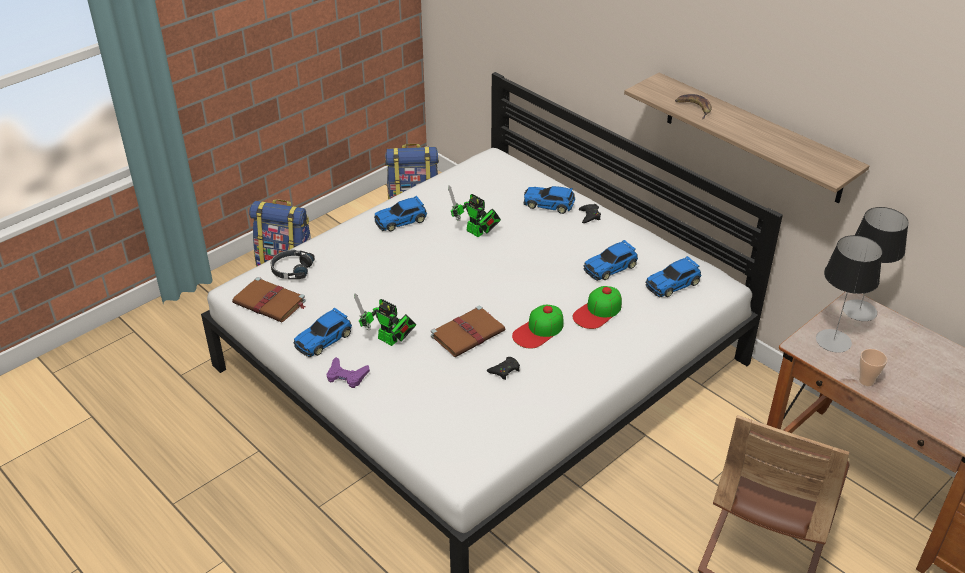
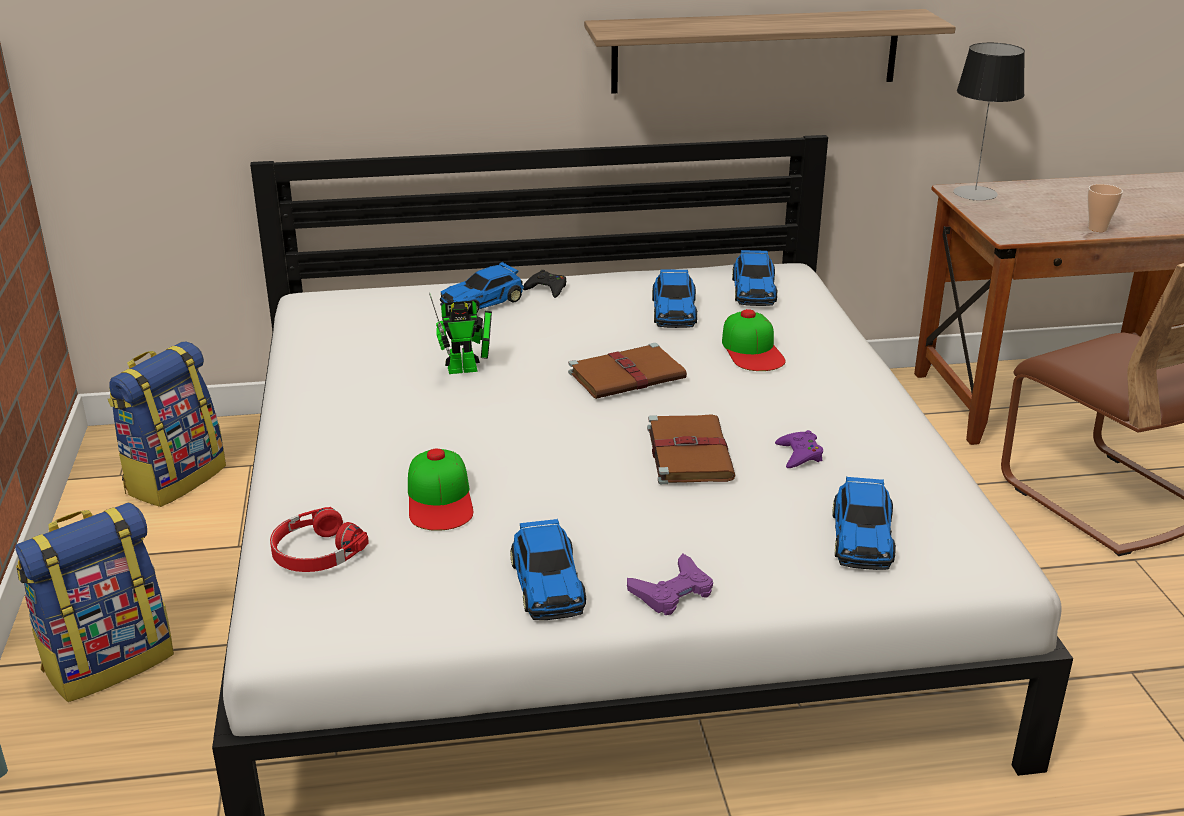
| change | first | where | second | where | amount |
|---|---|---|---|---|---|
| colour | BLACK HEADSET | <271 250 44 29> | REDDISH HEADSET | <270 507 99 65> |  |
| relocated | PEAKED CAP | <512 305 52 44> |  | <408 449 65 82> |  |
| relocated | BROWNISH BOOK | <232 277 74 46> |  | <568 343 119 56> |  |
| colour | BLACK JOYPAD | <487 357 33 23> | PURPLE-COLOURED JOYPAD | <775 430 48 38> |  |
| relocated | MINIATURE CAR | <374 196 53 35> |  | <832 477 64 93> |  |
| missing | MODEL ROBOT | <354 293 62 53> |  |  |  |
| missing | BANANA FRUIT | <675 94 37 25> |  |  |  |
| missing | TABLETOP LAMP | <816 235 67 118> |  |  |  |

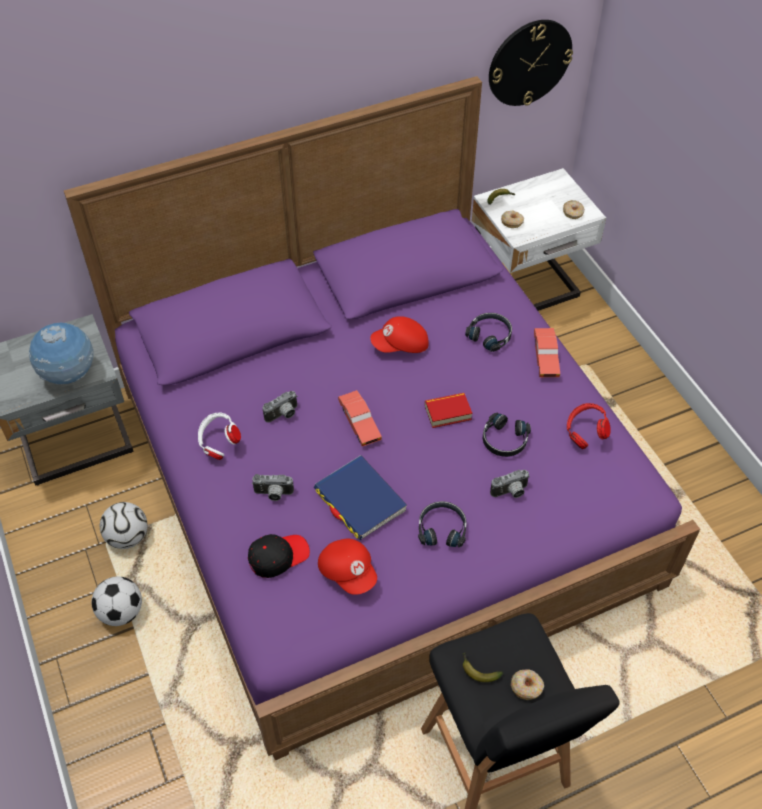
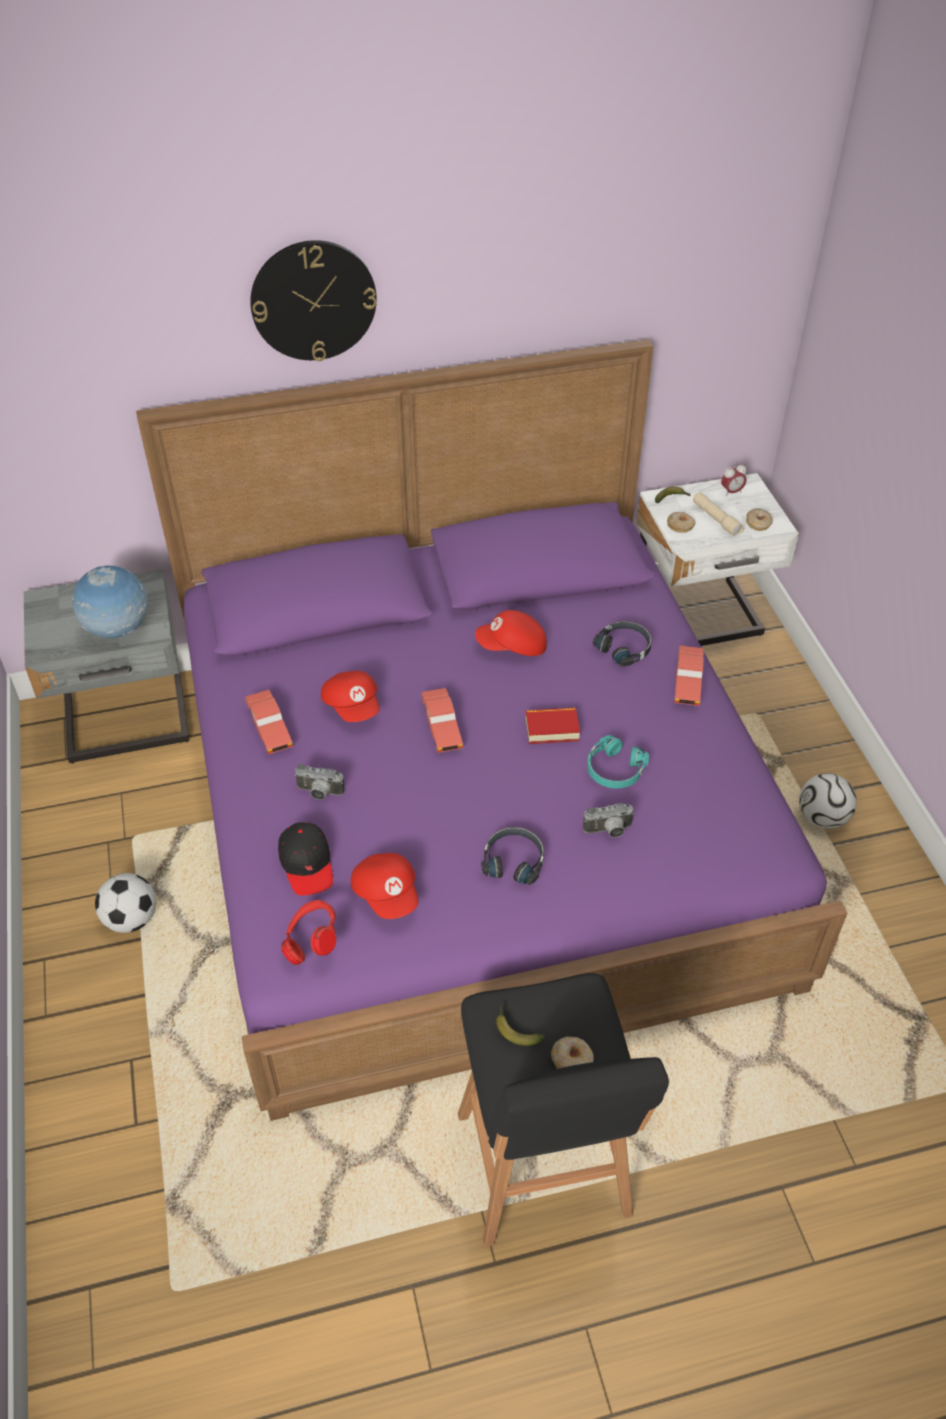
| change | first | where | second | where | amount |
|---|---|---|---|---|---|
| exchanged | WHITE HEADSET | <198 413 43 47> | REDDISH MINIATURE CAR | <245 690 48 64> |  |
| relocated | WALL CLOCK | <489 20 84 86> |  | <250 240 127 121> |  |
| spun | BLACK PEAKED CAP | <248 534 62 44> |  | <278 822 55 74> | 90 degrees clockwise |
| relocated | REDDISH HEADSET | <567 403 44 46> |  | <281 900 55 65> |  |
| exchanged | STILL CAMERA | <263 391 34 31> | REDDISH PEAKED CAP | <321 671 59 51> |  |
| colour | BLACK HEADSET | <483 413 48 44> | TURQUOISE HEADSET | <587 735 62 54> |  |
| appeared |  |  | BEIGE TORCH | <693 492 51 44> |  |
| appeared |  |  | BEDSIDE CLOCK | <721 463 26 33> |  |
| relocated | BALL FOR FOOTBALL | <100 502 48 47> |  | <799 773 58 56> |  |
| missing | BLUE-COLOURED BOOK | <314 455 93 85> |  |  |  |

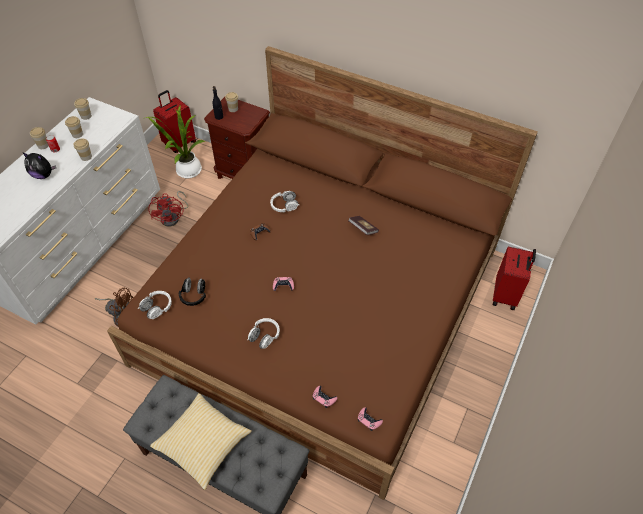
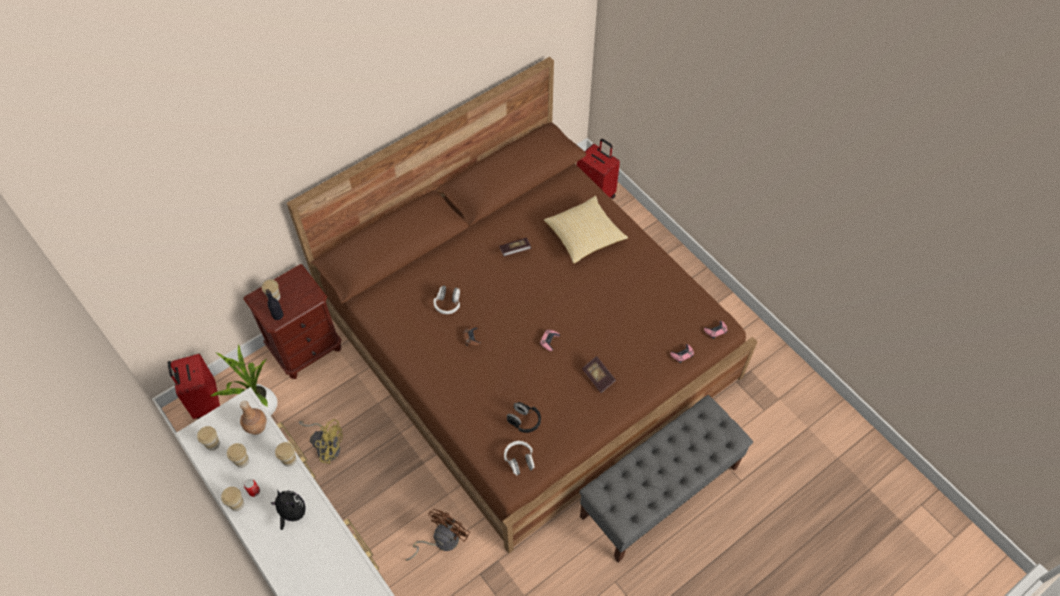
| change | first | where | second | where | amount |
|---|---|---|---|---|---|
| appeared |  |  | BROWNISH DRINK BOTTLE | <240 401 27 34> |  |
| spun | PLUSH TOY | <22 152 34 27> |  | <271 489 35 41> | 90 degrees counterclockwise |
| colour | REDDISH FAN | <148 191 40 36> | YELLOW FAN | <299 419 44 45> |  |
| relocated | CUSHION | <150 393 102 97> |  | <544 196 84 68> |  |
| exchanged | WHITE HEADSET | <247 318 33 31> | BOOK | <582 356 34 37> |  |

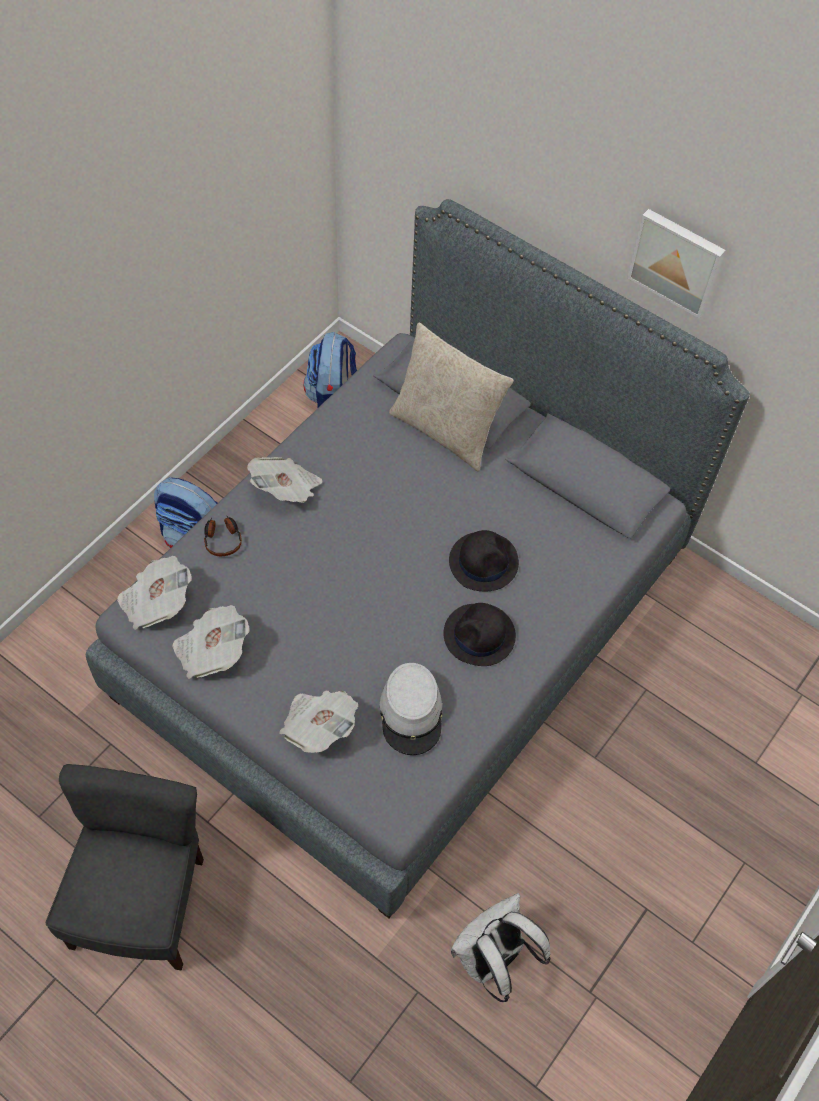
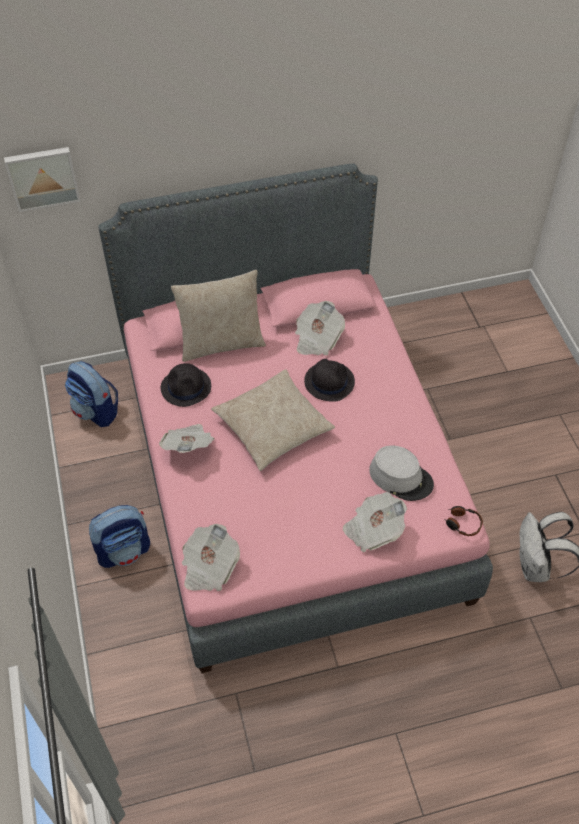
| change | first | where | second | where | amount |
|---|---|---|---|---|---|
| relocated | PICTURE | <627 209 99 110> |  | <4 147 77 65> |  |
| colour | GREYISH BEDROOM BED | <86 199 664 720> | PINKISH BEDROOM BED | <98 164 395 509> |  |
| relocated | BLACK HAT | <443 603 73 63> |  | <161 363 50 44> |  |
| appeared |  |  | BEIGE CUSHION | <211 369 124 102> |  |
| relocated | NEWSPAPER | <172 605 78 74> |  | <295 301 50 54> |  |
| relocated | HEADSET | <204 515 38 41> |  | <444 506 39 30> |  |
| missing | GREYISH UPRIGHT CHAIR | <46 764 158 207> |  |  |  |

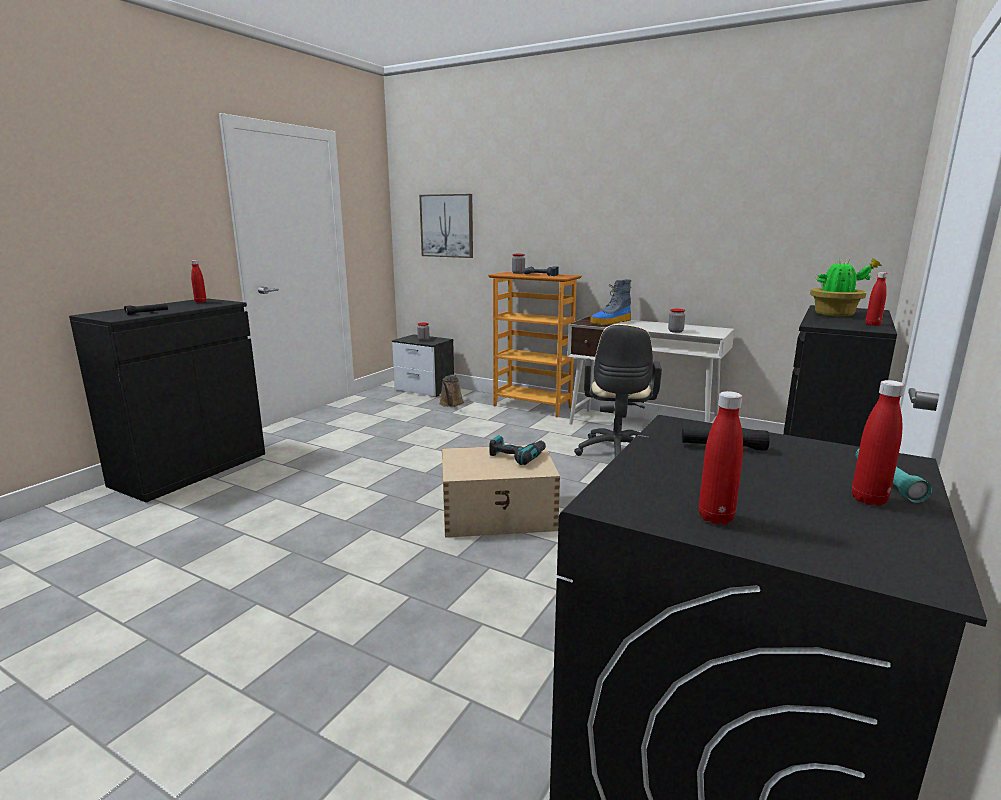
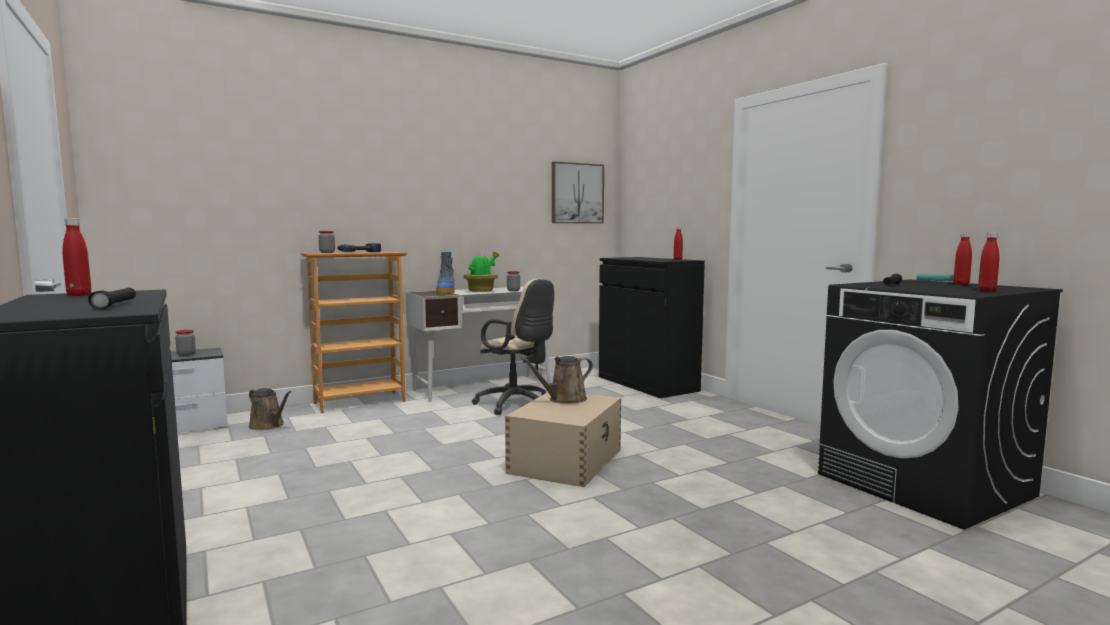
| change | first | where | second | where | amount |
|---|---|---|---|---|---|
| relocated | POTTED PLANT | <810 258 72 59> |  | <464 252 35 40> |  |
| exchanged | POWER DRILL | <489 435 57 30> | BROWNISH WATERING POT | <520 356 73 47> |  |
| relocated | PICTURE | <419 194 54 64> |  | <552 161 52 63> |  |

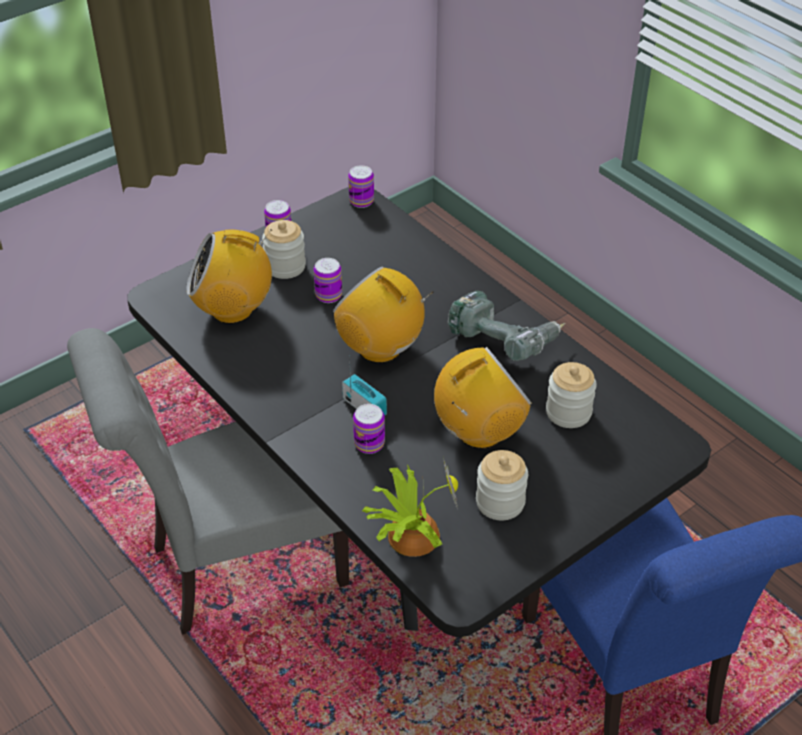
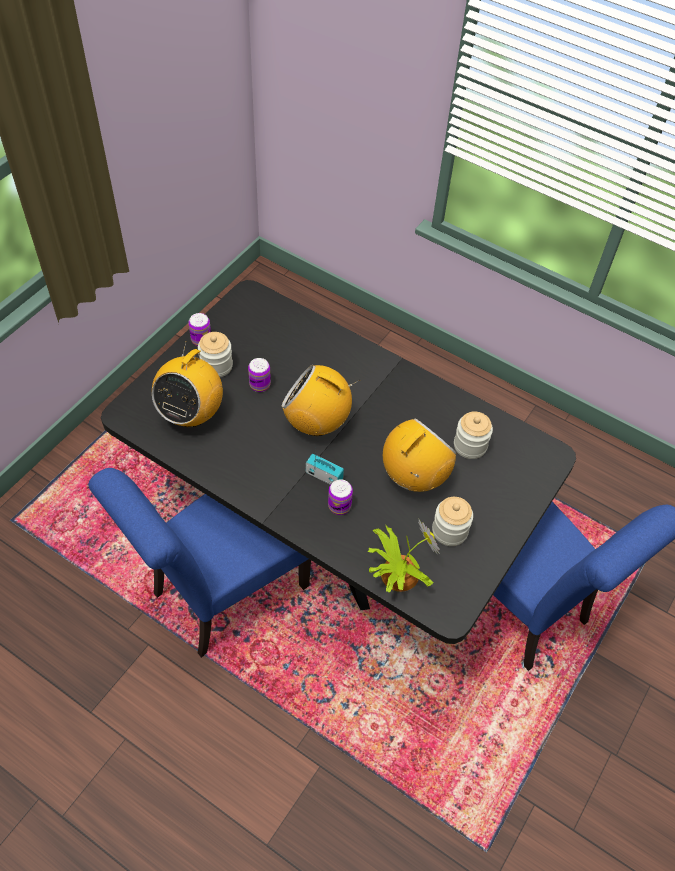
| change | first | where | second | where | amount |
|---|---|---|---|---|---|
| colour | GREYISH UPRIGHT CHAIR | <67 328 282 307> | BLUE-COLOURED UPRIGHT CHAIR | <88 468 223 190> |  |
| spun | RADIO RECEIVER | <186 229 86 95> |  | <152 341 71 86> | 45 degrees counterclockwise |
| missing | CAN | <348 165 26 43> |  |  |  |
| missing | POWER DRILL | <448 291 118 70> |  |  |  |

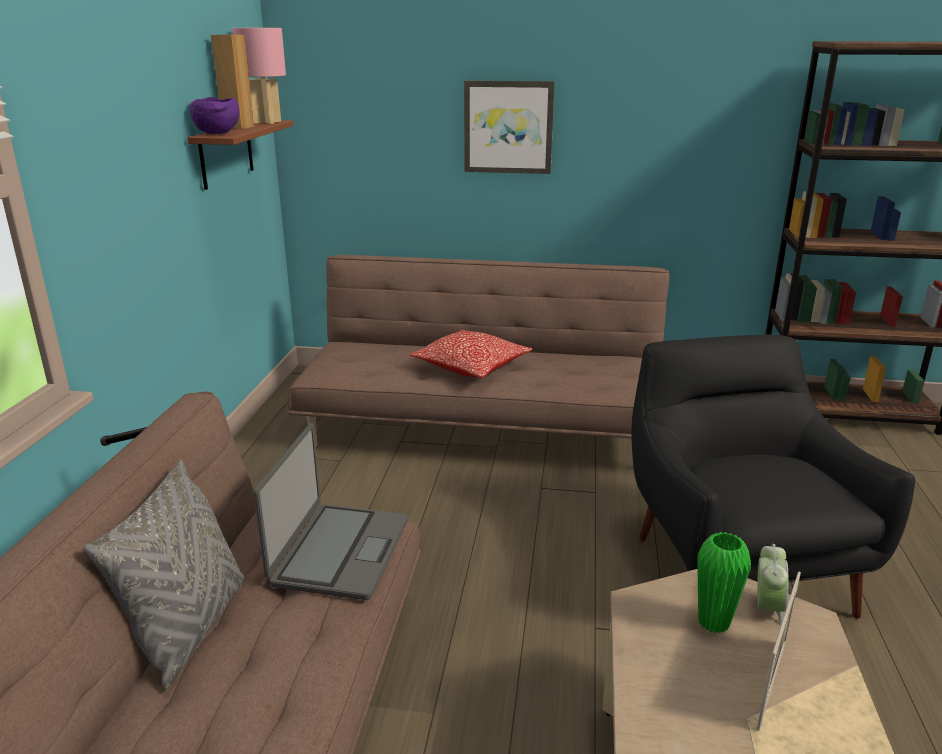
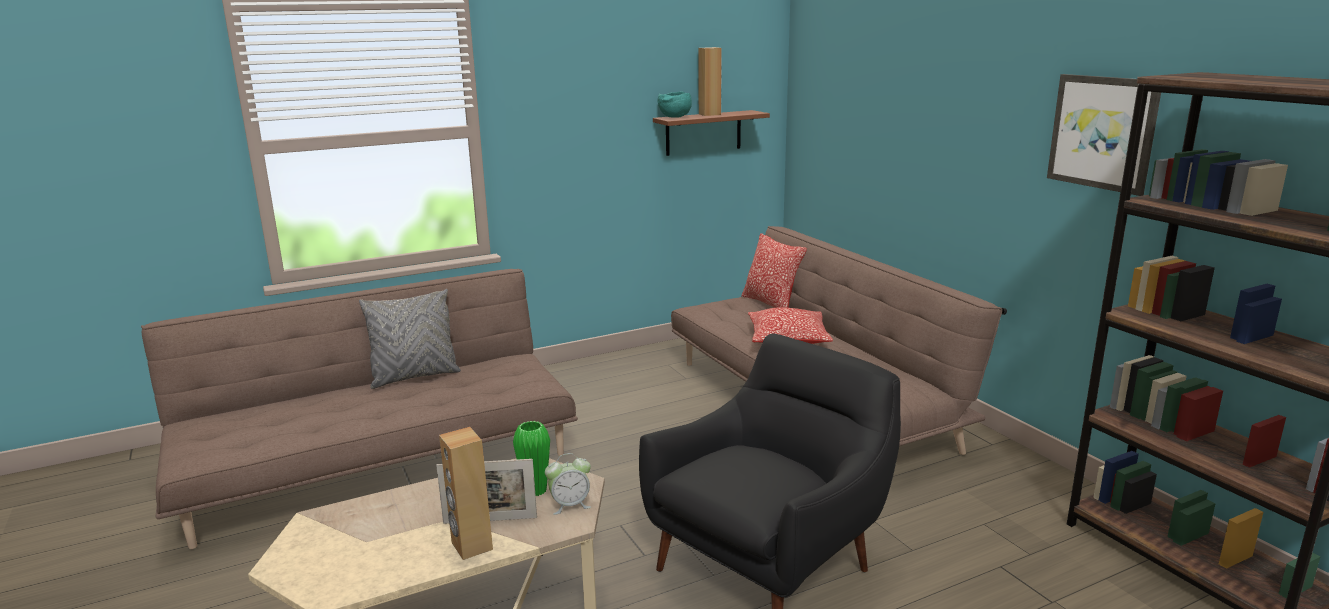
| change | first | where | second | where | amount |
|---|---|---|---|---|---|
| appeared |  |  | BROWNISH LOUDSPEAKER | <439 427 54 133> |  |
| colour | PURPLE-COLOURED DEEP DISH | <189 97 50 37> | TURQUOISE DEEP DISH | <658 91 34 27> |  |
| appeared |  |  | CUSHION | <741 233 66 75> |  |
| relocated | PICTURE | <464 81 90 93> |  | <1047 74 114 122> |  |
| missing | PINKISH TABLETOP LAMP | <232 28 54 96> |  |  |  |
| missing | PORTABLE COMPUTER | <253 423 155 177> |  |  |  |

